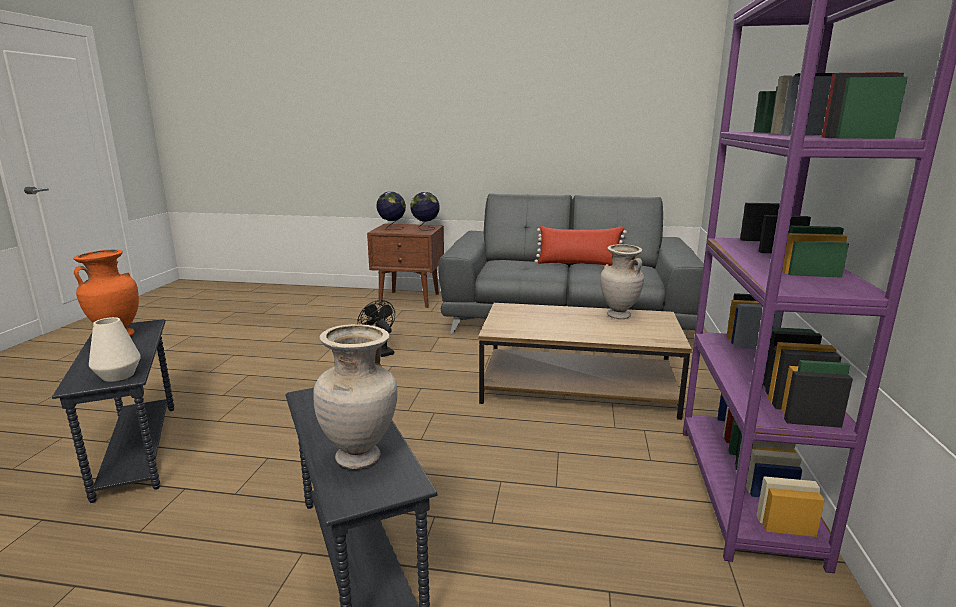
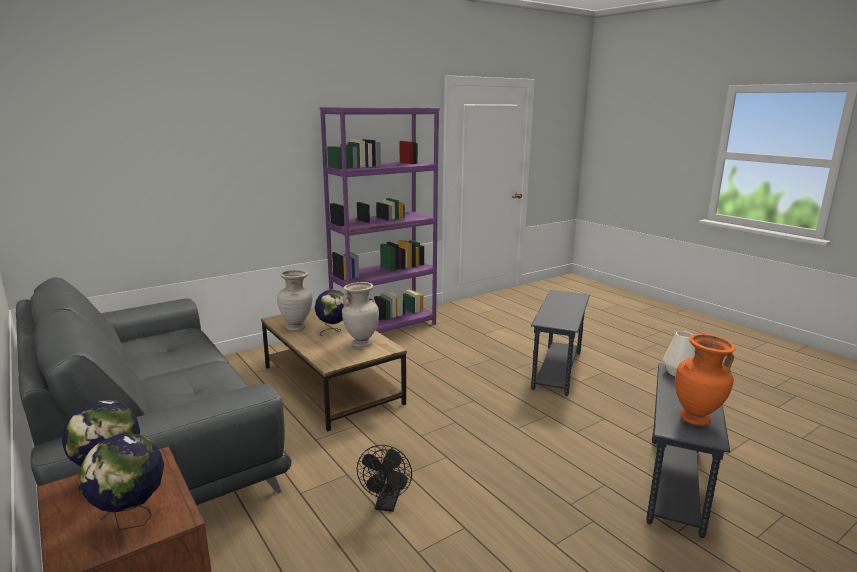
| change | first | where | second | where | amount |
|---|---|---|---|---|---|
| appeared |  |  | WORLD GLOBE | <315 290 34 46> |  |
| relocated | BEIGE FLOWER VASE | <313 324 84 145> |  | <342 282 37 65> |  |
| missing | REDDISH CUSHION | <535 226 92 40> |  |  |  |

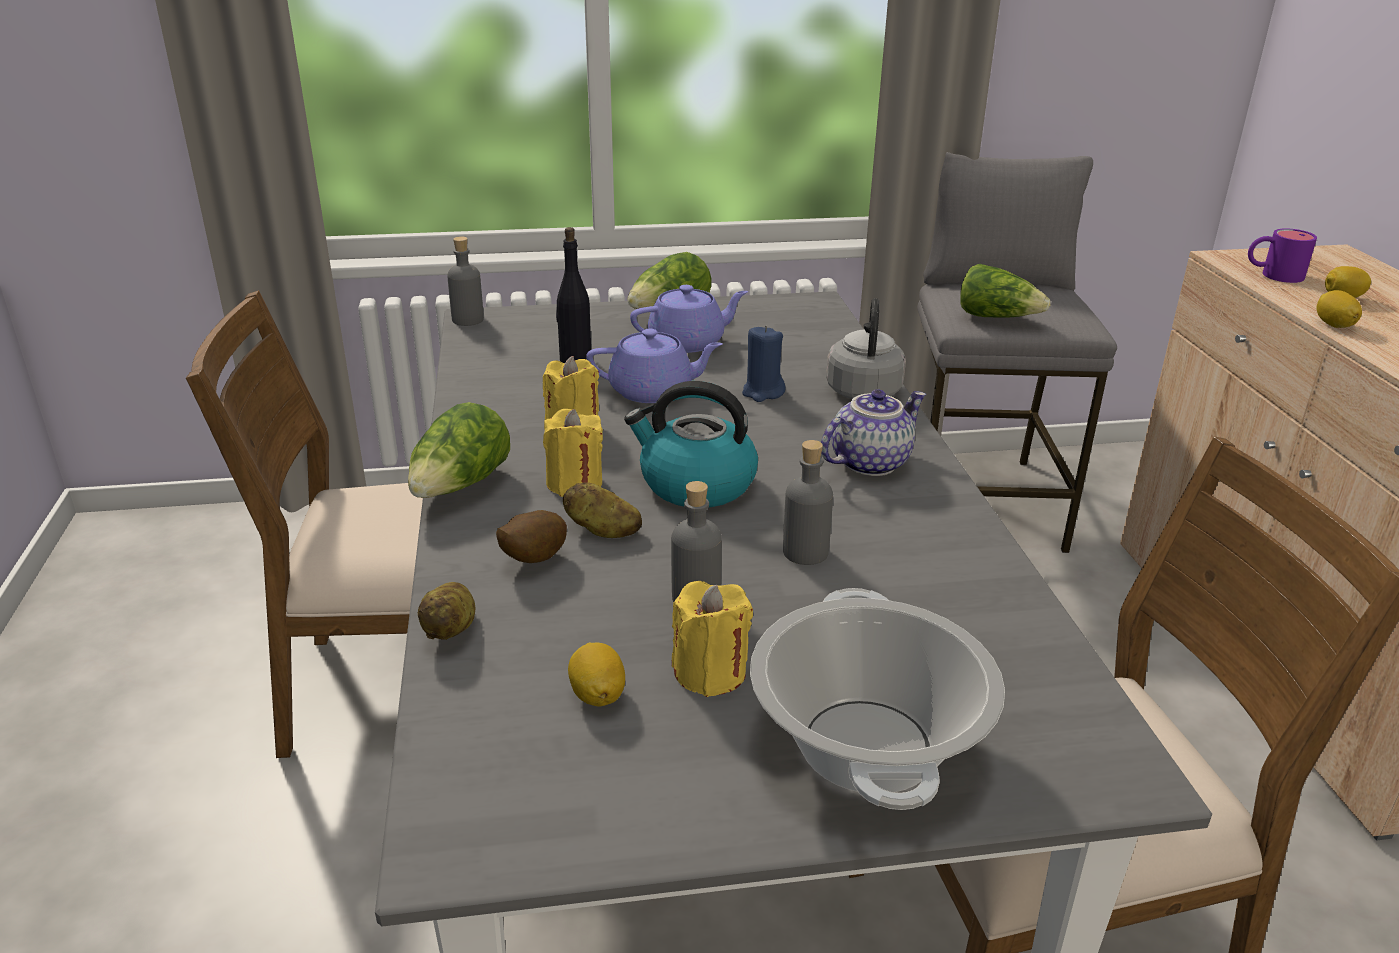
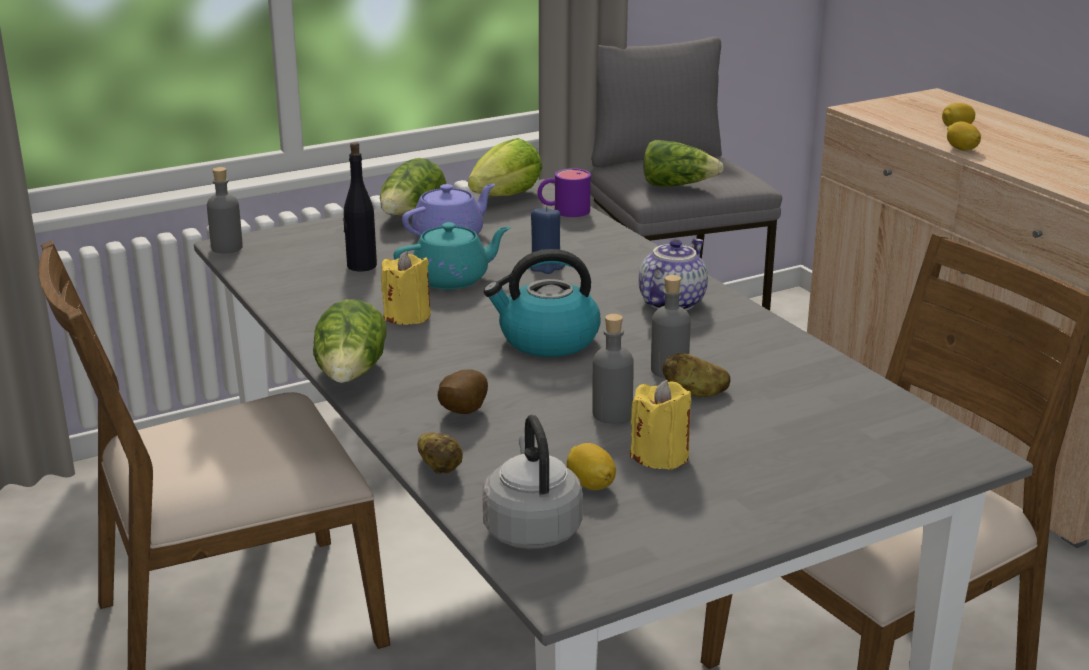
| change | first | where | second | where | amount |
|---|---|---|---|---|---|
| colour | PURPLE-COLOURED TEA POT | <586 329 137 74> | TURQUOISE TEA POT | <394 222 117 67> |  |
| appeared |  |  | HEAD OF LETTUCE | <468 138 74 58> |  |
| relocated | GREYISH TEA KETTLE | <826 298 80 101> |  | <482 415 101 134> |  |
| relocated | PURPLE-COLOURED MUG | <1248 228 69 55> |  | <538 168 53 49> |  |
| relocated | SPUD | <563 482 79 56> |  | <662 353 68 44> |  |
| missing | YELLOW WAX CANDLE | <543 409 60 88> |  |  |  |
| missing | STOCKPOT | <750 588 255 222> |  |  |  |

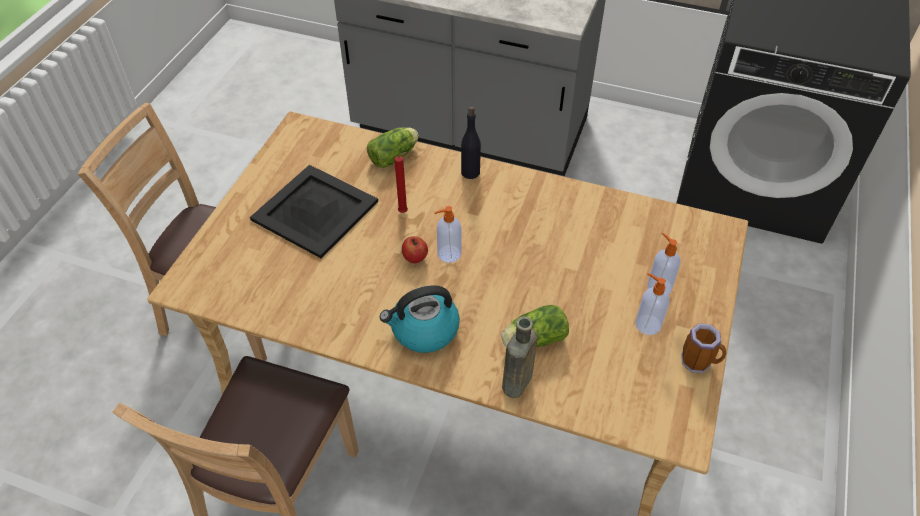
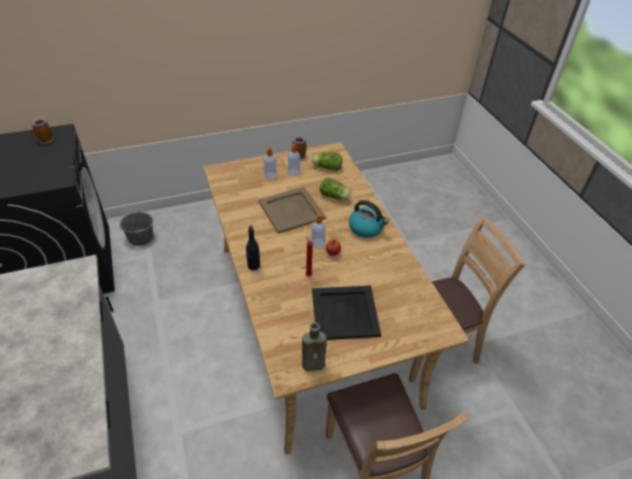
| change | first | where | second | where | amount |
|---|---|---|---|---|---|
| appeared |  |  | MUG | <31 118 23 26> |  |
| appeared |  |  | GREYISH WATER BUCKET | <120 207 33 39> |  |
| appeared |  |  | BEIGE TRAY | <258 187 68 47> |  |
| relocated | BROWNISH DRINK BOTTLE | <502 317 36 81> |  | <302 323 25 48> |  |
| relocated | HEAD OF LETTUCE | <367 128 52 40> |  | <312 152 30 18> |  |

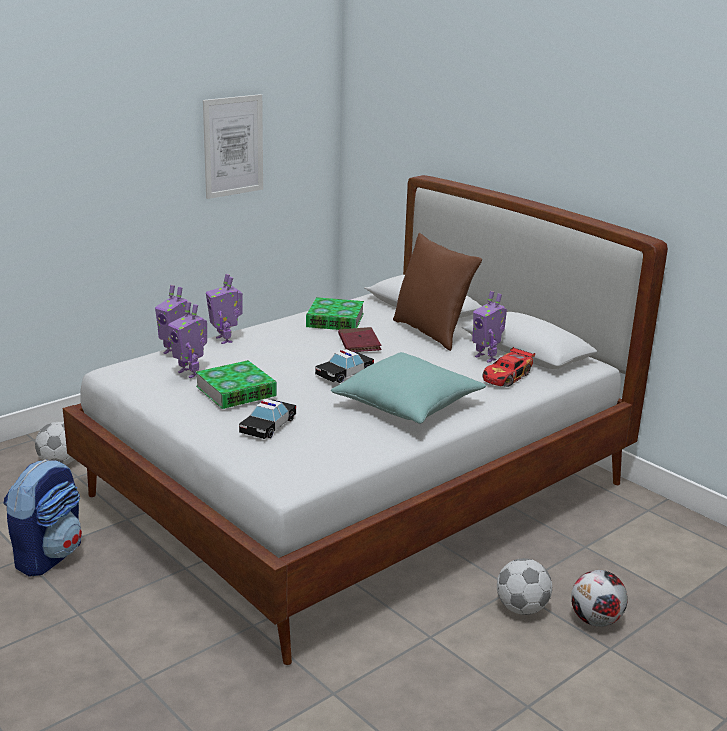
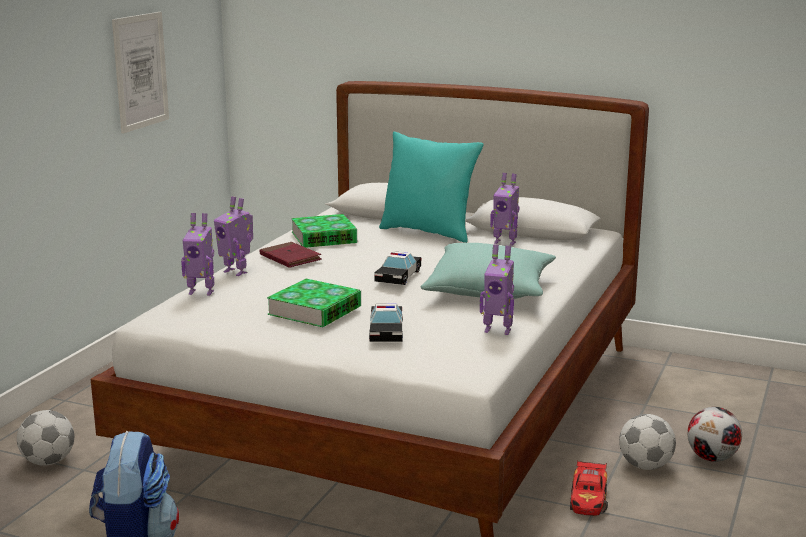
| change | first | where | second | where | amount |
|---|---|---|---|---|---|
| relocated | REDDISH BOOK | <338 327 43 25> |  | <259 242 63 26> |  |
| colour | BROWNISH CUSHION | <393 233 89 118> | TURQUOISE CUSHION | <379 132 105 111> |  |
| relocated | MODEL ROBOT | <168 302 39 76> |  | <480 244 34 91> |  |
| relocated | MINIATURE CAR | <483 347 52 40> |  | <570 460 38 56> |  |

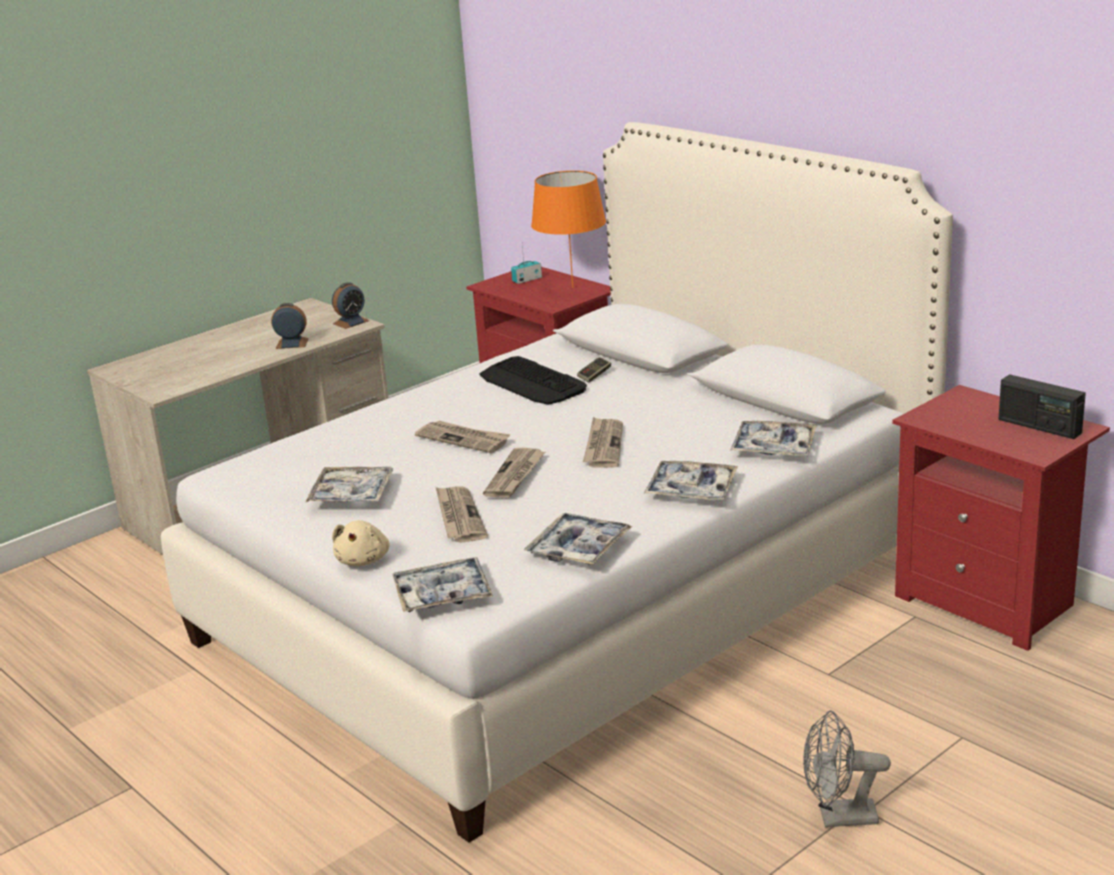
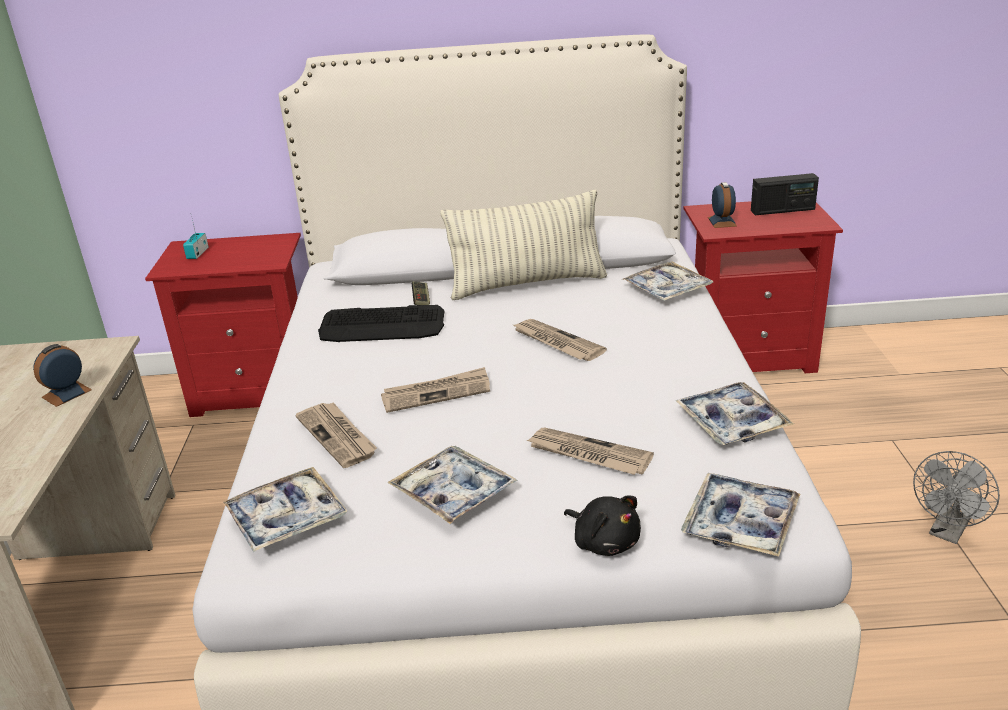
| change | first | where | second | where | amount |
|---|---|---|---|---|---|
| relocated | TRAY | <644 461 94 40> |  | <224 467 123 85> |  |
| relocated | NEWSPAPER | <483 448 62 50> |  | <295 402 82 66> |  |
| appeared |  |  | CUSHION | <441 190 166 110> |  |
| colour | BEIGE PLUSH TOY | <332 520 58 46> | BLACK PLUSH TOY | <564 495 77 61> |  |
| relocated | BEDSIDE CLOCK | <332 282 37 47> |  | <708 182 29 46> |  |
| missing | ORANGE TABLETOP LAMP | <531 171 75 117> |  |  |  |

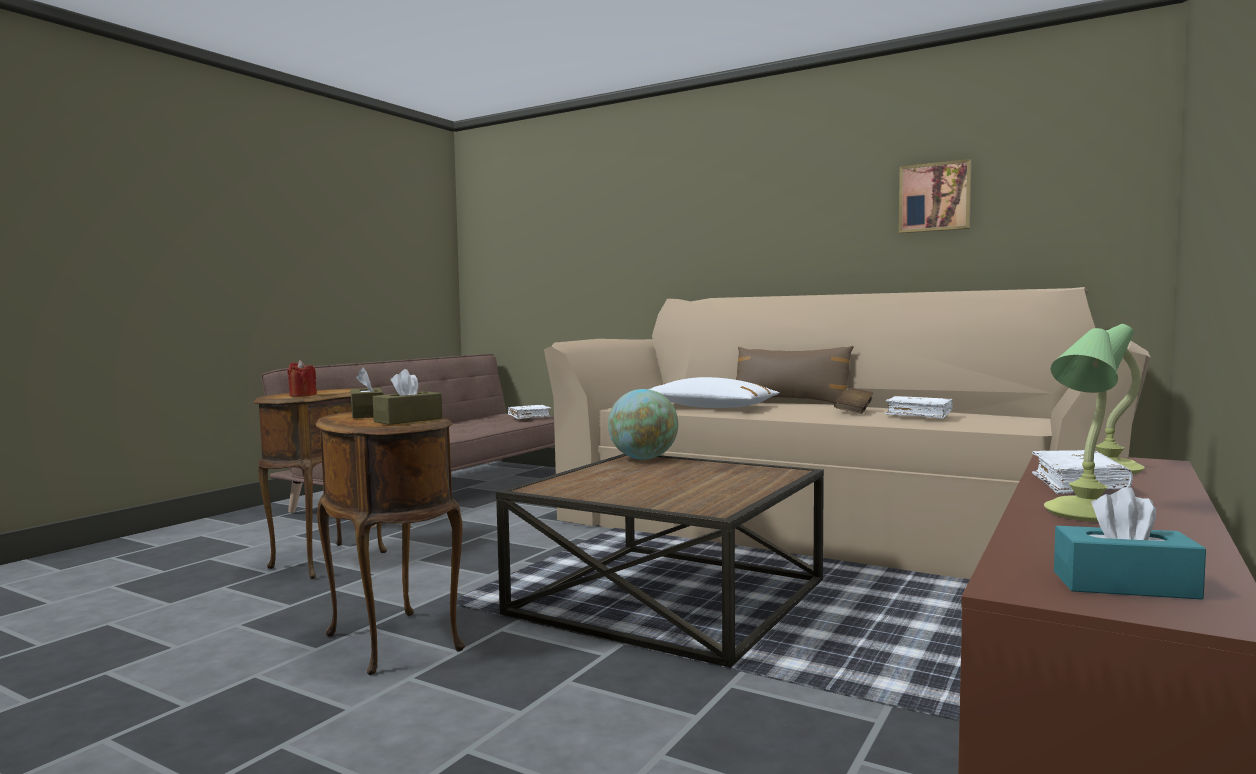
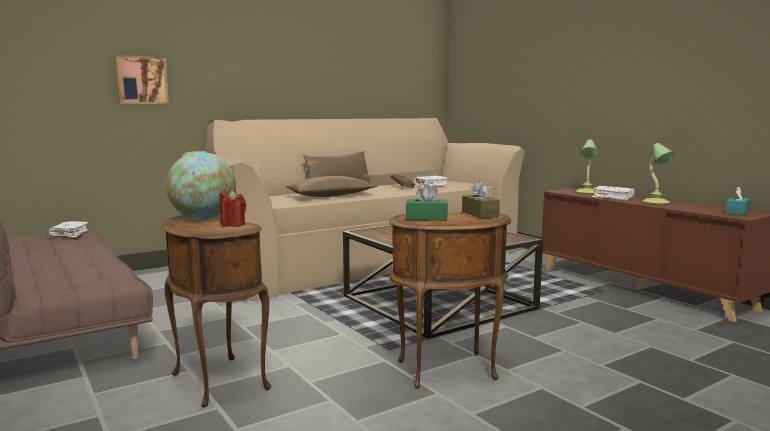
| change | first | where | second | where | amount |
|---|---|---|---|---|---|
| relocated | PICTURE | <899 159 72 74> |  | <115 55 54 49> |  |
| relocated | WORLD GLOBE | <608 389 70 71> |  | <166 152 70 67> |  |
| colour | WHITE CUSHION | <649 377 131 31> | BROWNISH CUSHION | <286 176 91 21> |  |
| colour | BROWNISH TISSUE BOX | <351 367 32 51> | GREENISH TISSUE BOX | <406 184 42 37> |  |

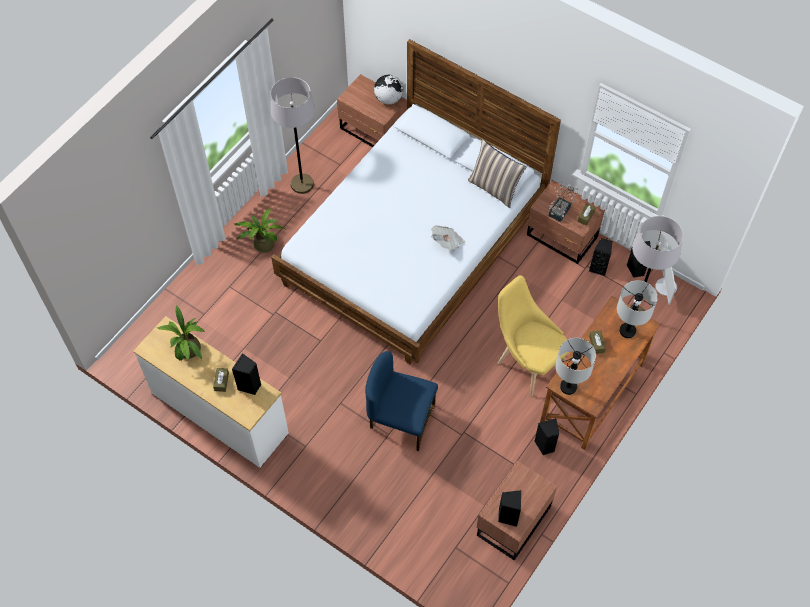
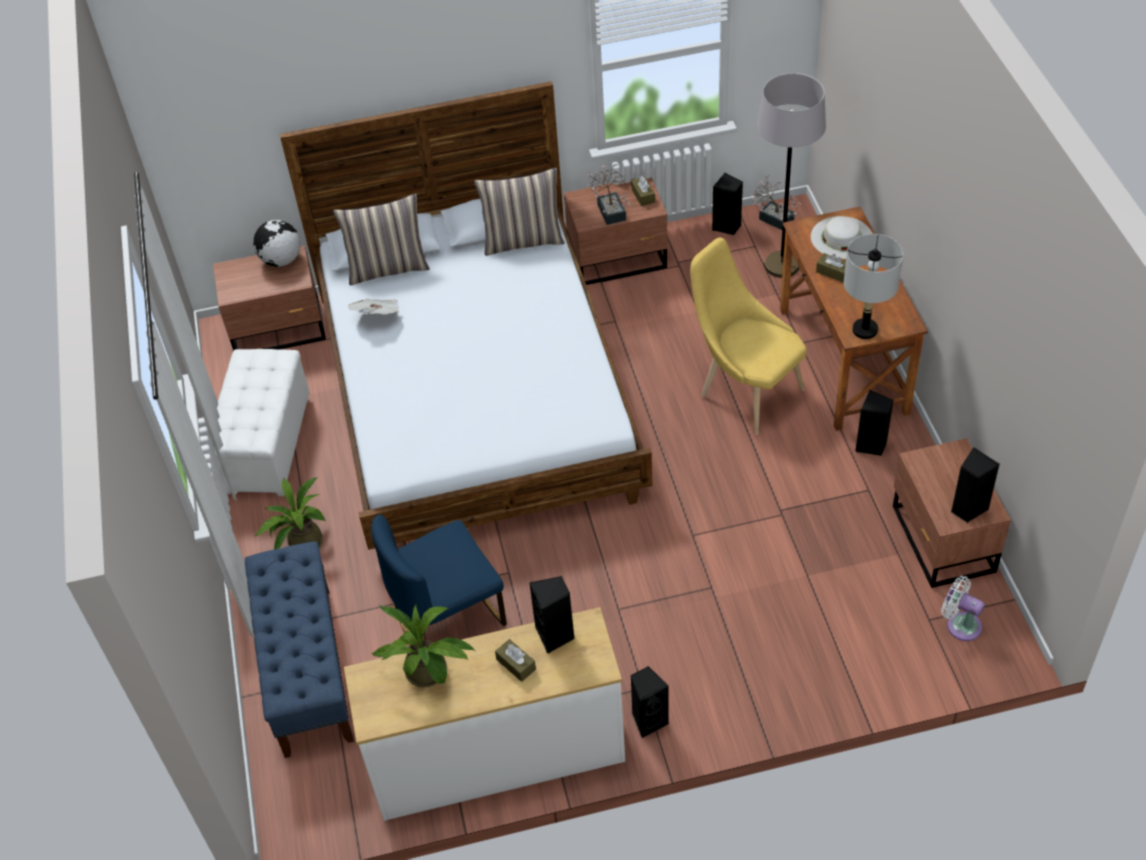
| change | first | where | second | where | amount |
|---|---|---|---|---|---|
| exchanged | GREYISH STANDARD LAMP | <271 77 44 117> | WHITE POUFFE | <215 349 94 147> |  |
| appeared |  |  | BLUE-COLOURED INDOOR BENCH | <245 541 109 217> |  |
| appeared |  |  | CUSHION | <333 194 97 91> |  |
| relocated | NEWSPAPER | <431 225 34 26> |  | <348 299 52 15> |  |
| relocated | BLUE-COLOURED UPRIGHT CHAIR | <365 351 73 100> |  | <371 514 136 118> |  |
| relocated | BLACK LOUDSPEAKER | <589 238 23 39> |  | <630 666 39 72> |  |
| spun | YELLOW UPRIGHT CHAIR | <498 275 71 122> |  | <690 238 117 197> | 45 degrees clockwise |
| exchanged | COMPUTER DISPLAY | <655 243 22 62> | POTTED PLANT | <751 175 51 55> |  |
| exchanged | GREYISH TABLETOP LAMP | <617 280 41 58> | WHITE HAT | <811 216 61 43> |  |
| appeared |  |  | WHITE FAN | <941 576 44 65> |  |

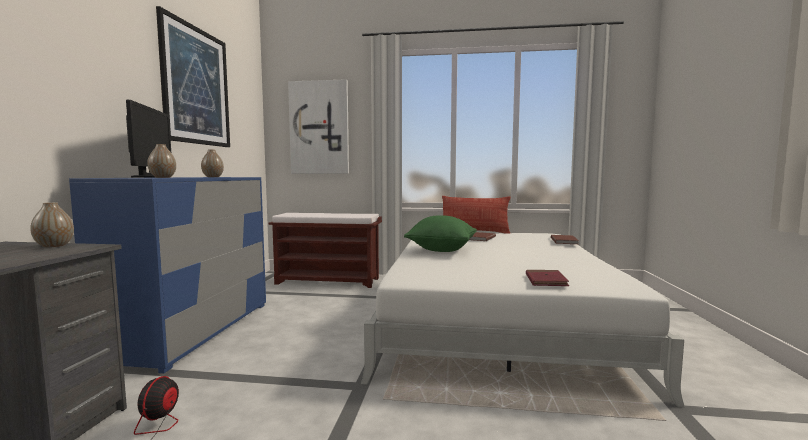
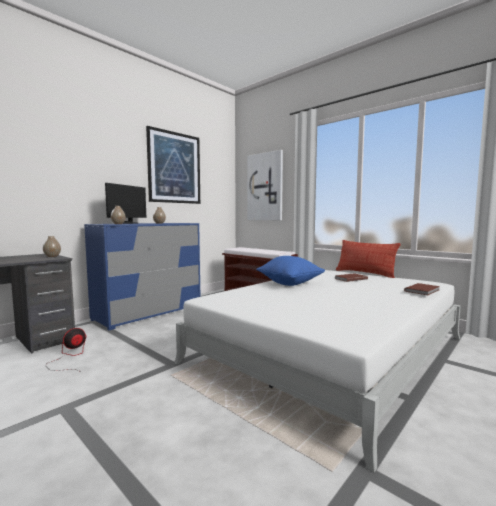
| change | first | where | second | where | amount |
|---|---|---|---|---|---|
| colour | GREENISH CUSHION | <404 215 73 37> | BLUE-COLOURED CUSHION | <256 256 69 30> |  |
| missing | REDDISH BOOK | <526 270 43 16> |  |  |  |

